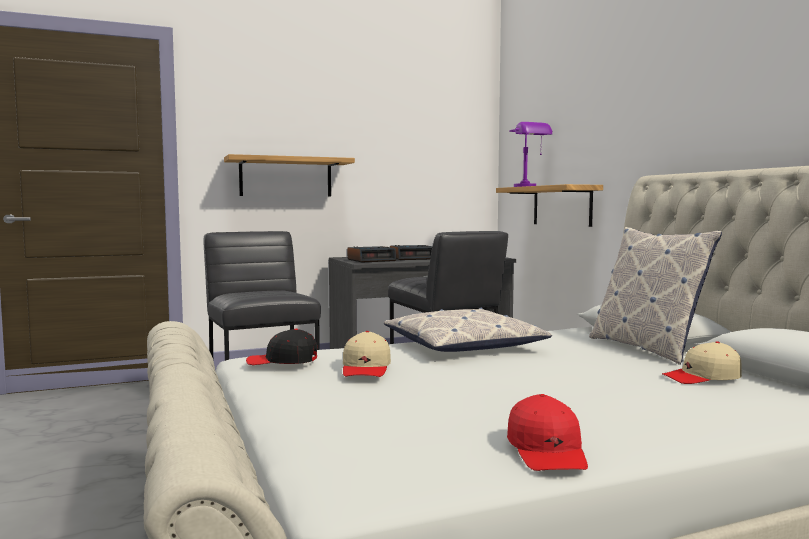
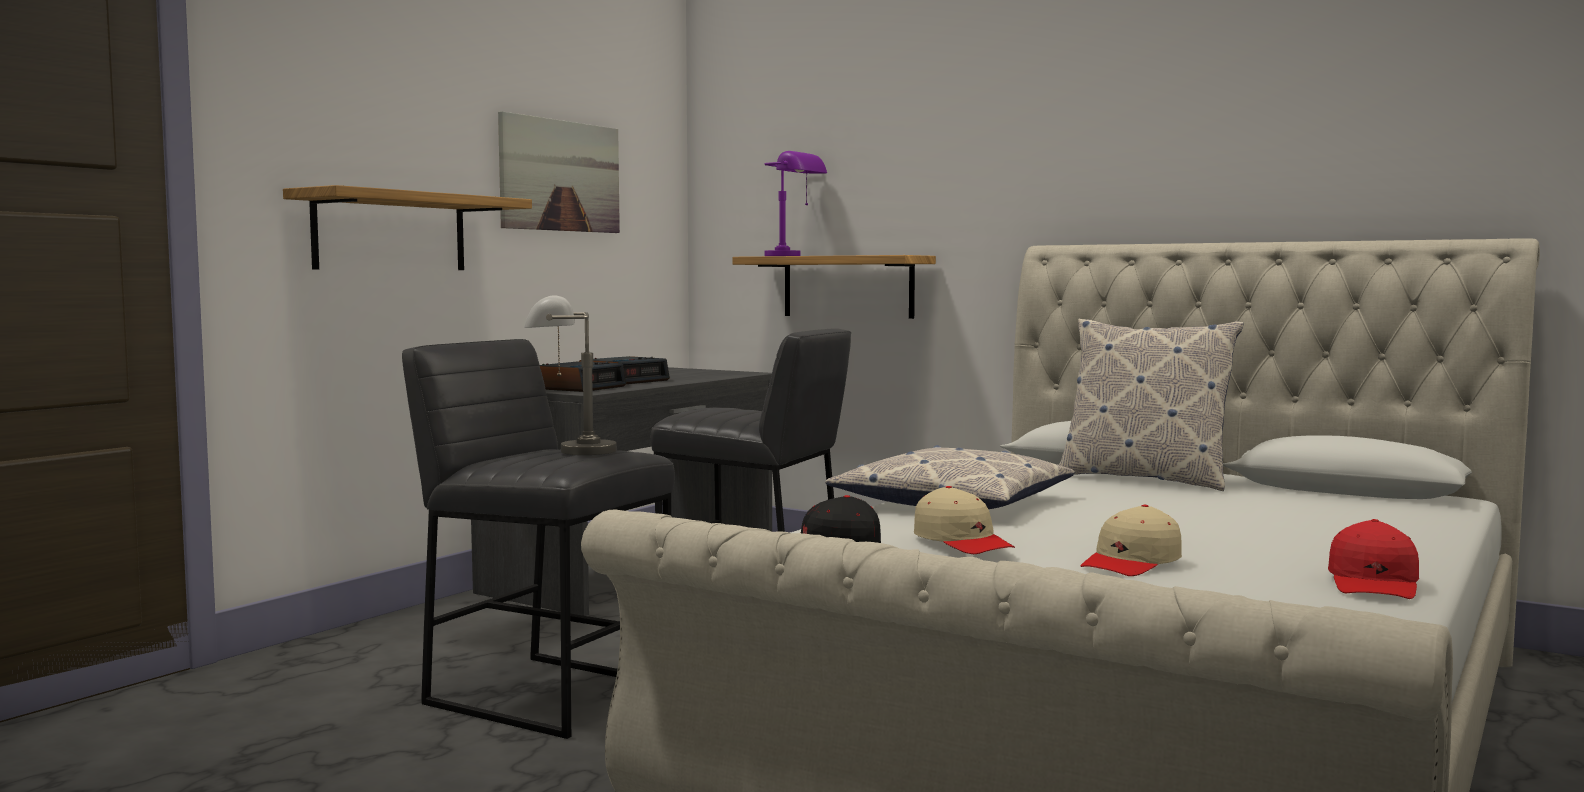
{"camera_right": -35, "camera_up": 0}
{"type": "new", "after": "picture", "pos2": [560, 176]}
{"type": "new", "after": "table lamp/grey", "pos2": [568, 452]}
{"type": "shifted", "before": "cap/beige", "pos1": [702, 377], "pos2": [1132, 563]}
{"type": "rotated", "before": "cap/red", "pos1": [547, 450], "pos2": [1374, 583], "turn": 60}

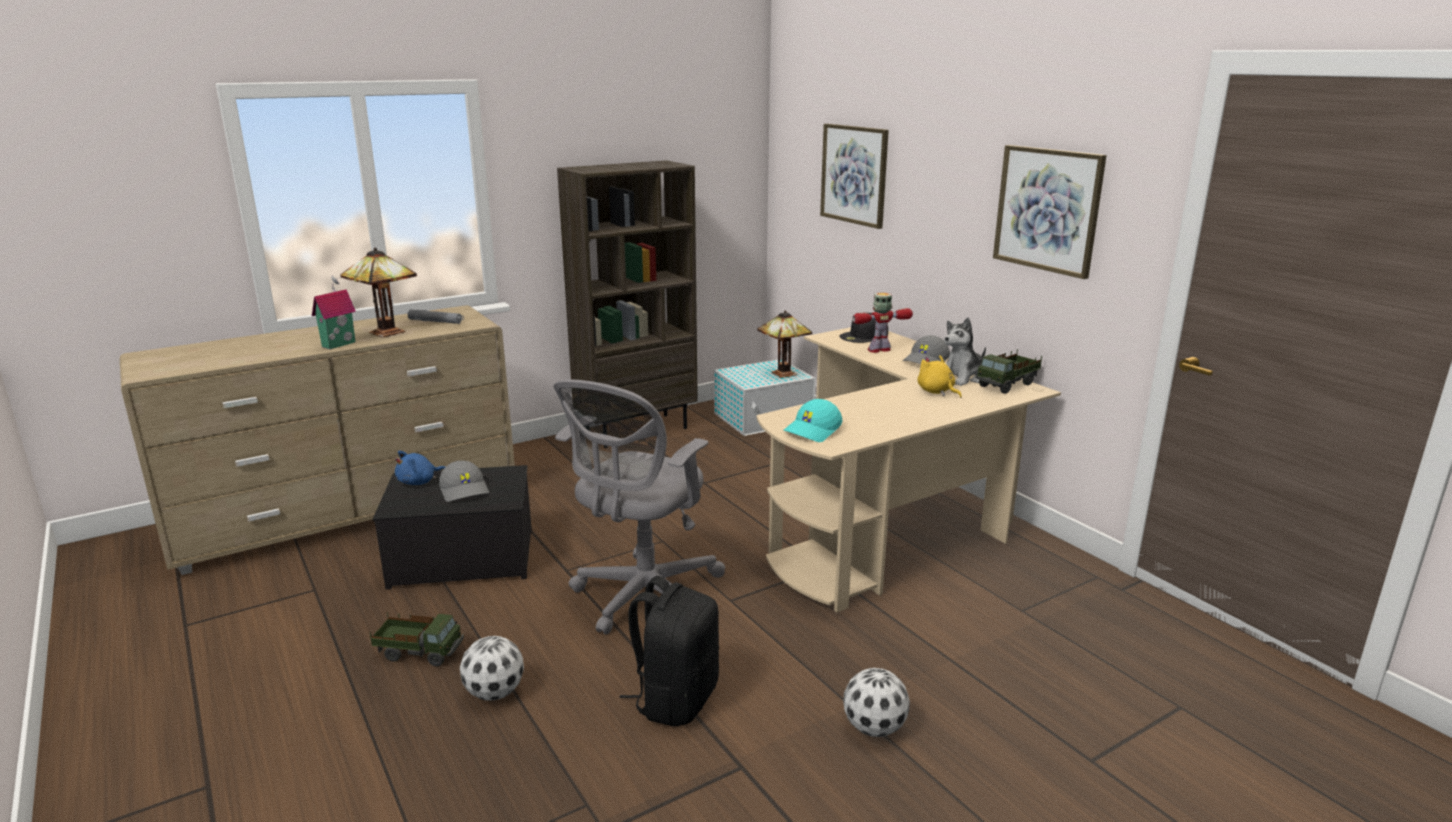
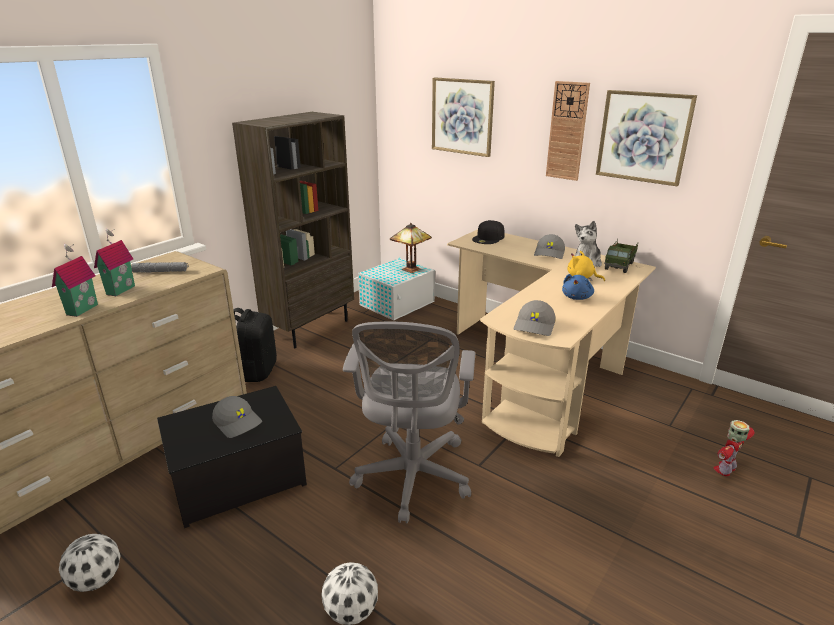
{"camera_right": -20, "camera_up": 5}
{"type": "shifted", "before": "football", "pos1": [873, 728], "pos2": [96, 580]}
{"type": "swapped", "before": "table lamp", "after": "toy house", "pos1": [384, 332], "pos2": [119, 290]}
{"type": "shifted", "before": "backpack/black", "pos1": [675, 699], "pos2": [255, 371]}
{"type": "repainted", "before": "cap/turquoise", "after": "cap/grey", "pos1": [813, 431], "pos2": [535, 326]}
{"type": "new", "after": "wall clock", "pos2": [567, 131]}
{"type": "shifted", "before": "plush toy/blue", "pos1": [419, 482], "pos2": [577, 297]}
{"type": "shifted", "before": "toy robot", "pos1": [879, 350], "pos2": [725, 469]}
{"type": "gone", "before": "toy truck", "pos1": [419, 653]}

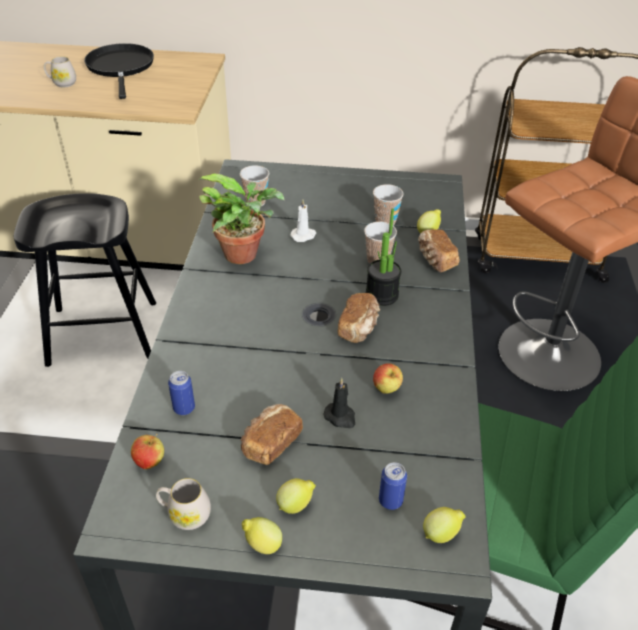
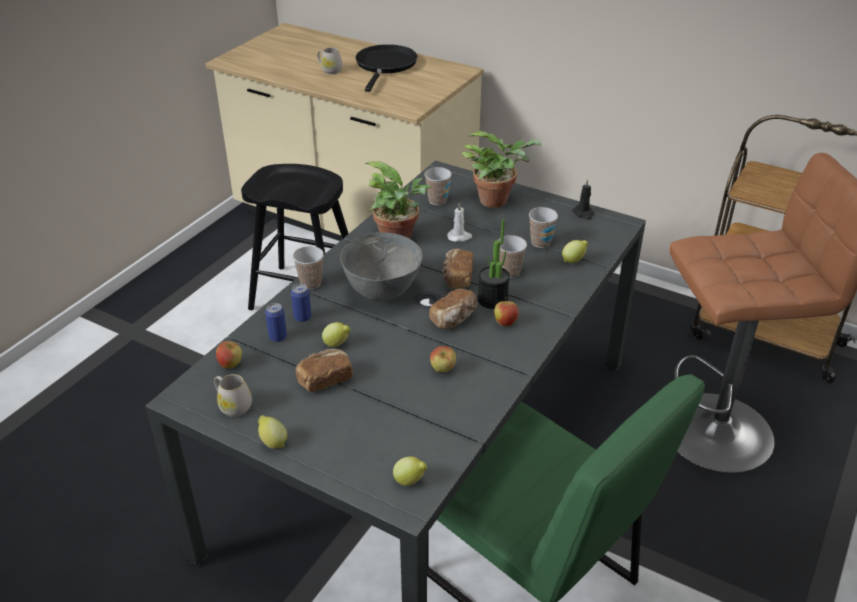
{"camera_right": 25, "camera_up": -5}
{"type": "shifted", "before": "can", "pos1": [390, 500], "pos2": [302, 317]}
{"type": "new", "after": "cup", "pos2": [311, 283]}
{"type": "shifted", "before": "lemon", "pos1": [296, 505], "pos2": [337, 344]}
{"type": "new", "after": "bowl/grey", "pos2": [382, 292]}
{"type": "shifted", "before": "bread", "pos1": [435, 260], "pos2": [457, 278]}
{"type": "new", "after": "potted plant", "pos2": [497, 200]}
{"type": "new", "after": "apple", "pos2": [505, 322]}
{"type": "shifted", "before": "candle/black", "pos1": [340, 417], "pos2": [583, 213]}

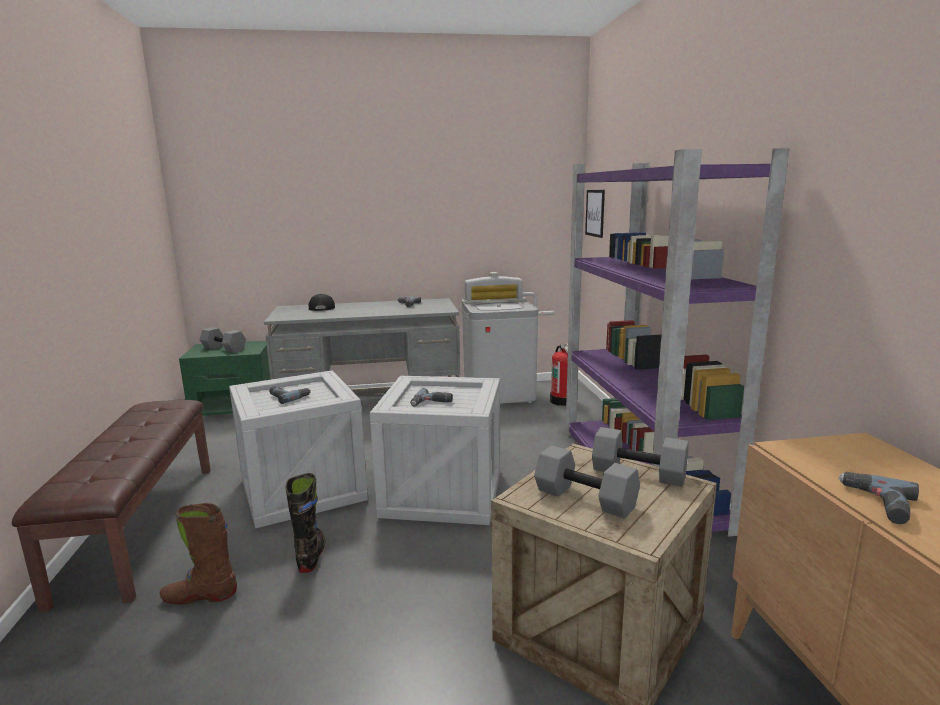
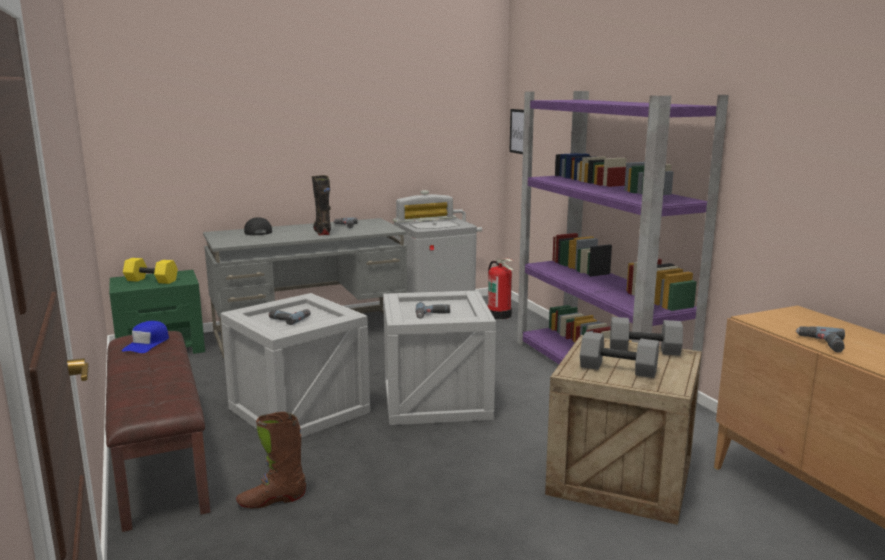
{"camera_right": -15, "camera_up": 0}
{"type": "new", "after": "cap/blue", "pos2": [147, 344]}
{"type": "repainted", "before": "dumbbell/grey", "after": "dumbbell/yellow", "pos1": [223, 349], "pos2": [150, 281]}
{"type": "shifted", "before": "boot/black", "pos1": [311, 555], "pos2": [322, 232]}

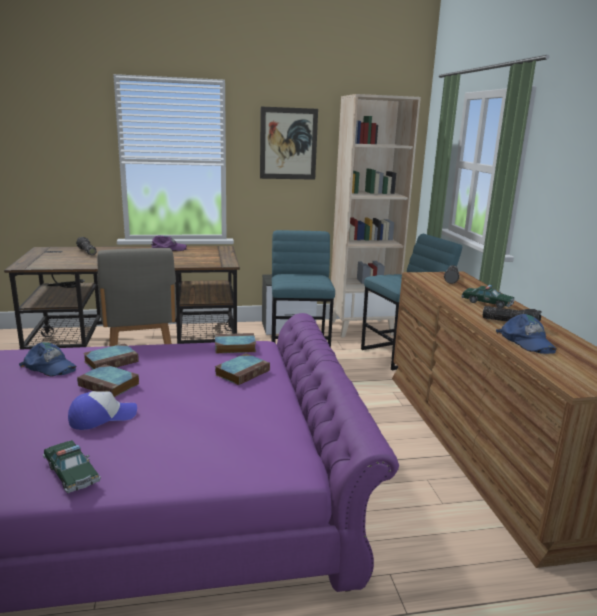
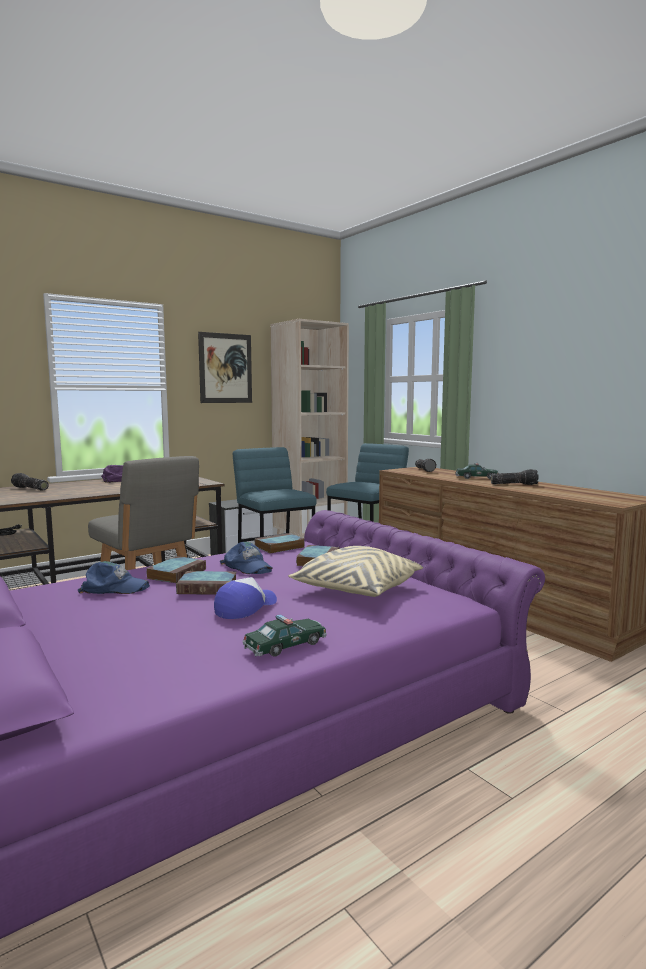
{"camera_right": -25, "camera_up": -10}
{"type": "shifted", "before": "cap/blue", "pos1": [526, 341], "pos2": [247, 566]}
{"type": "rotated", "before": "toy car", "pos1": [71, 473], "pos2": [285, 645], "turn": -60}
{"type": "new", "after": "pillow/beige", "pos2": [356, 590]}

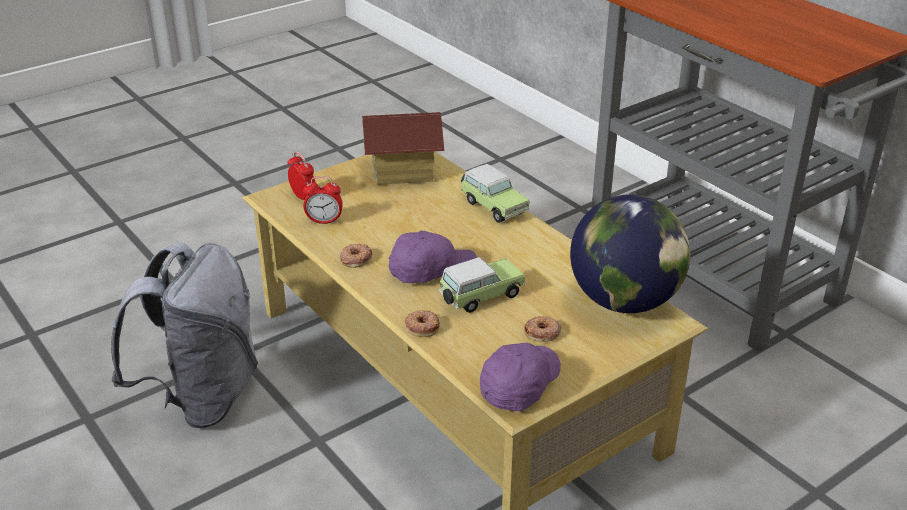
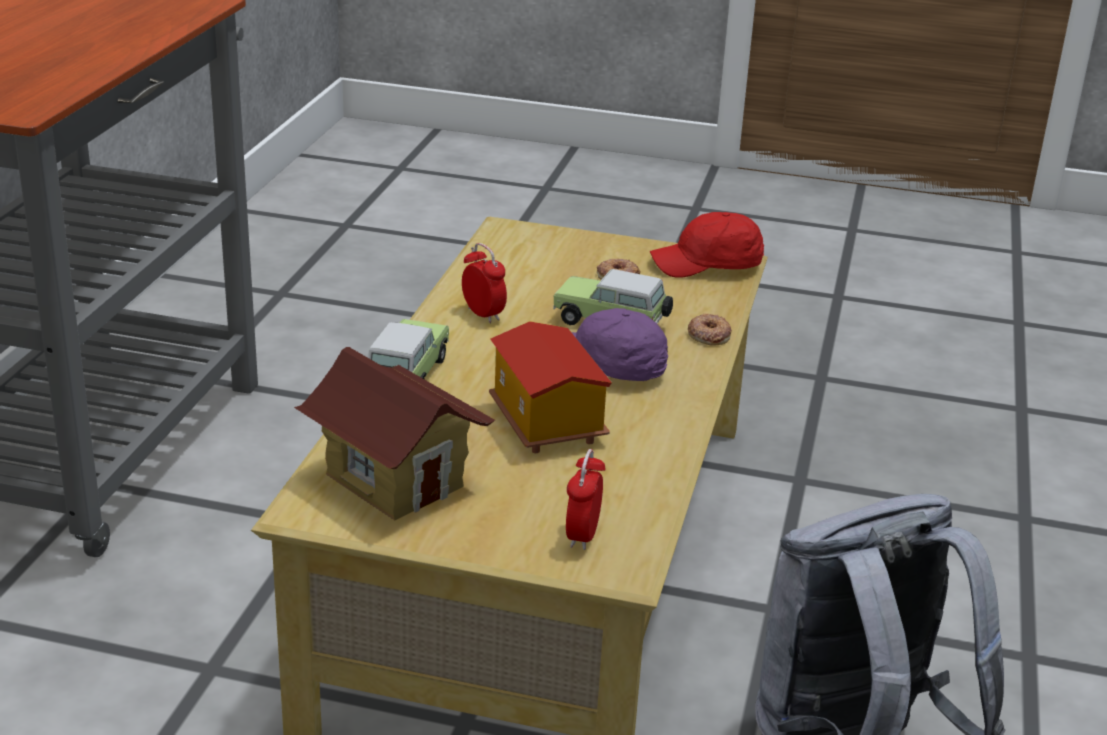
{"camera_right": -130, "camera_up": -5}
{"type": "shifted", "before": "alarm clock", "pos1": [324, 221], "pos2": [483, 314]}
{"type": "new", "after": "toy house", "pos2": [544, 423]}
{"type": "repainted", "before": "cap/purple", "after": "cap/red", "pos1": [519, 385], "pos2": [708, 266]}
{"type": "gone", "before": "donut", "pos1": [355, 258]}
{"type": "gone", "before": "globe", "pos1": [624, 301]}

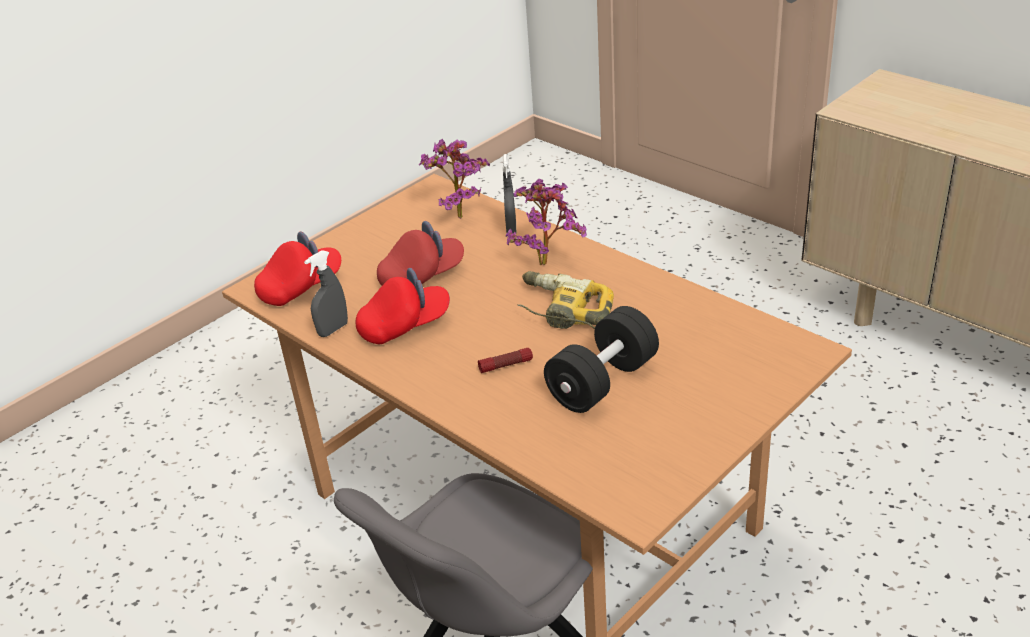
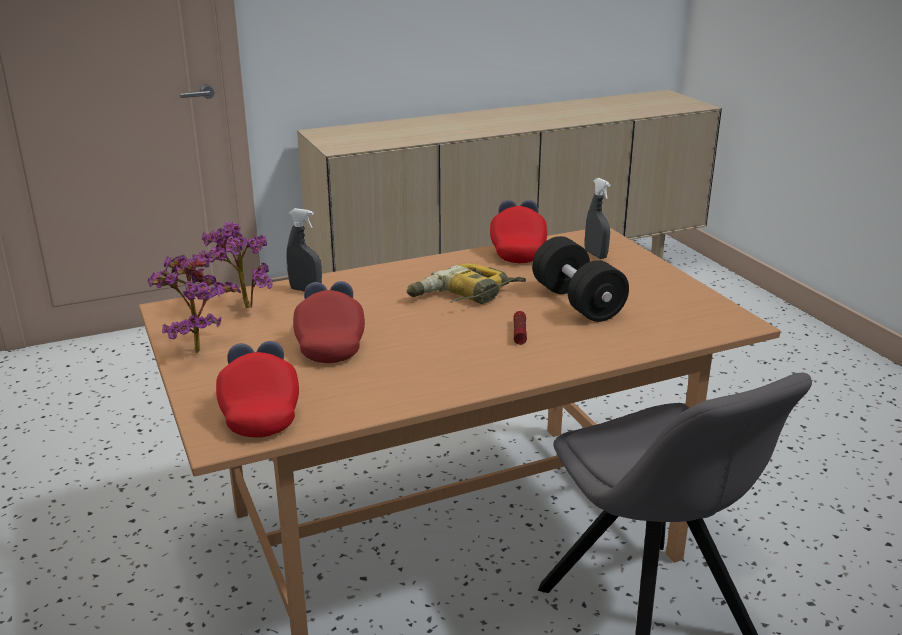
{"camera_right": -70, "camera_up": -10}
{"type": "shifted", "before": "potted plant", "pos1": [547, 261], "pos2": [195, 348]}
{"type": "shifted", "before": "cap/red", "pos1": [405, 326], "pos2": [517, 250]}
{"type": "shifted", "before": "spray bottle/grey", "pos1": [333, 329], "pos2": [595, 255]}

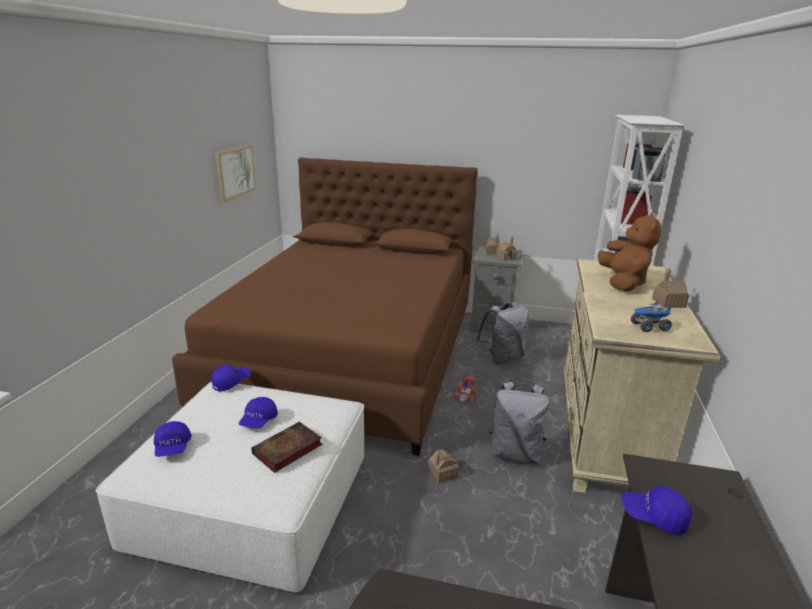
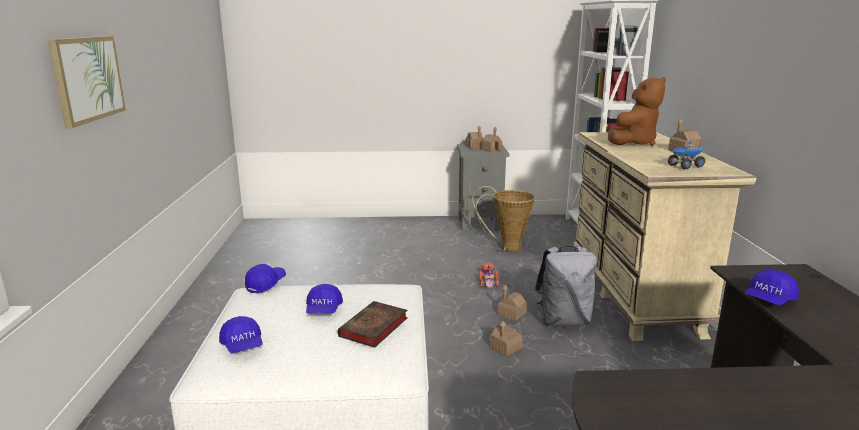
{"camera_right": -15, "camera_up": -5}
{"type": "shifted", "before": "picture", "pos1": [235, 172], "pos2": [87, 78]}
{"type": "swapped", "before": "backpack/grey", "after": "basket", "pos1": [502, 358], "pos2": [506, 248]}
{"type": "new", "after": "toy house", "pos2": [511, 314]}
{"type": "rotated", "before": "plush toy/brown", "pos1": [623, 283], "pos2": [634, 143], "turn": 60}
{"type": "rotated", "before": "cap/blue", "pos1": [654, 517], "pos2": [769, 300], "turn": -45}
{"type": "gone", "before": "bed/brown", "pos1": [351, 356]}

